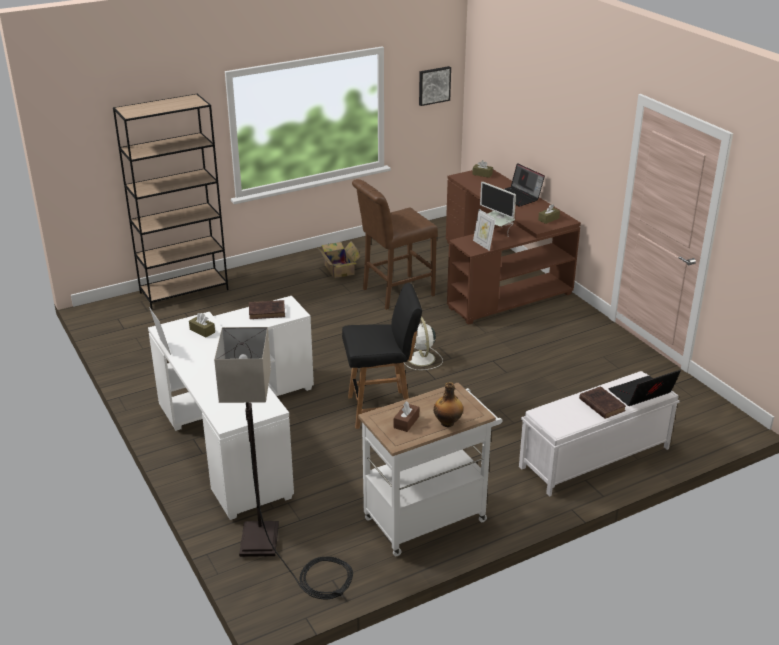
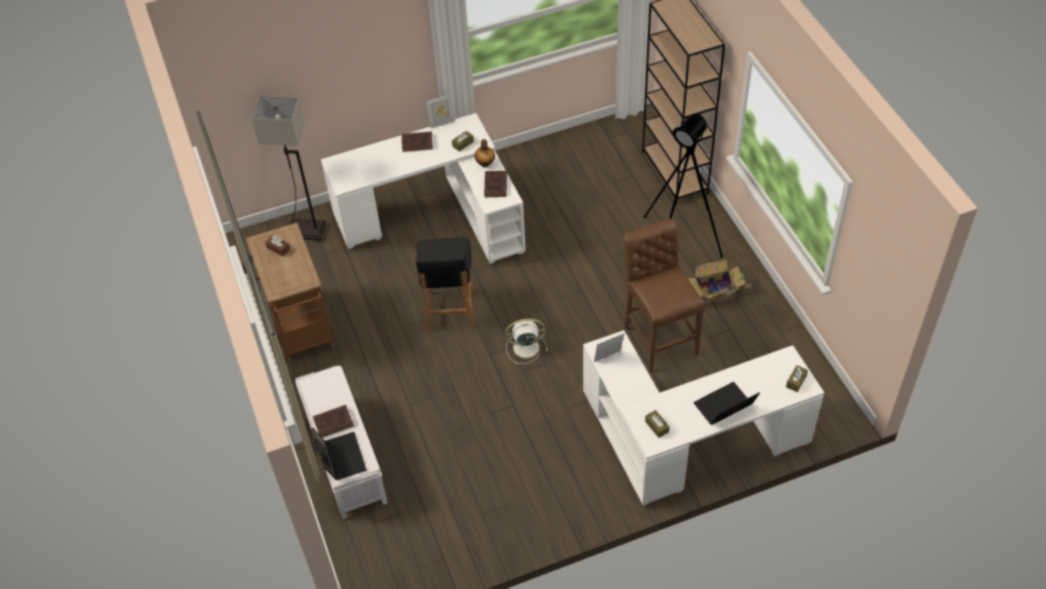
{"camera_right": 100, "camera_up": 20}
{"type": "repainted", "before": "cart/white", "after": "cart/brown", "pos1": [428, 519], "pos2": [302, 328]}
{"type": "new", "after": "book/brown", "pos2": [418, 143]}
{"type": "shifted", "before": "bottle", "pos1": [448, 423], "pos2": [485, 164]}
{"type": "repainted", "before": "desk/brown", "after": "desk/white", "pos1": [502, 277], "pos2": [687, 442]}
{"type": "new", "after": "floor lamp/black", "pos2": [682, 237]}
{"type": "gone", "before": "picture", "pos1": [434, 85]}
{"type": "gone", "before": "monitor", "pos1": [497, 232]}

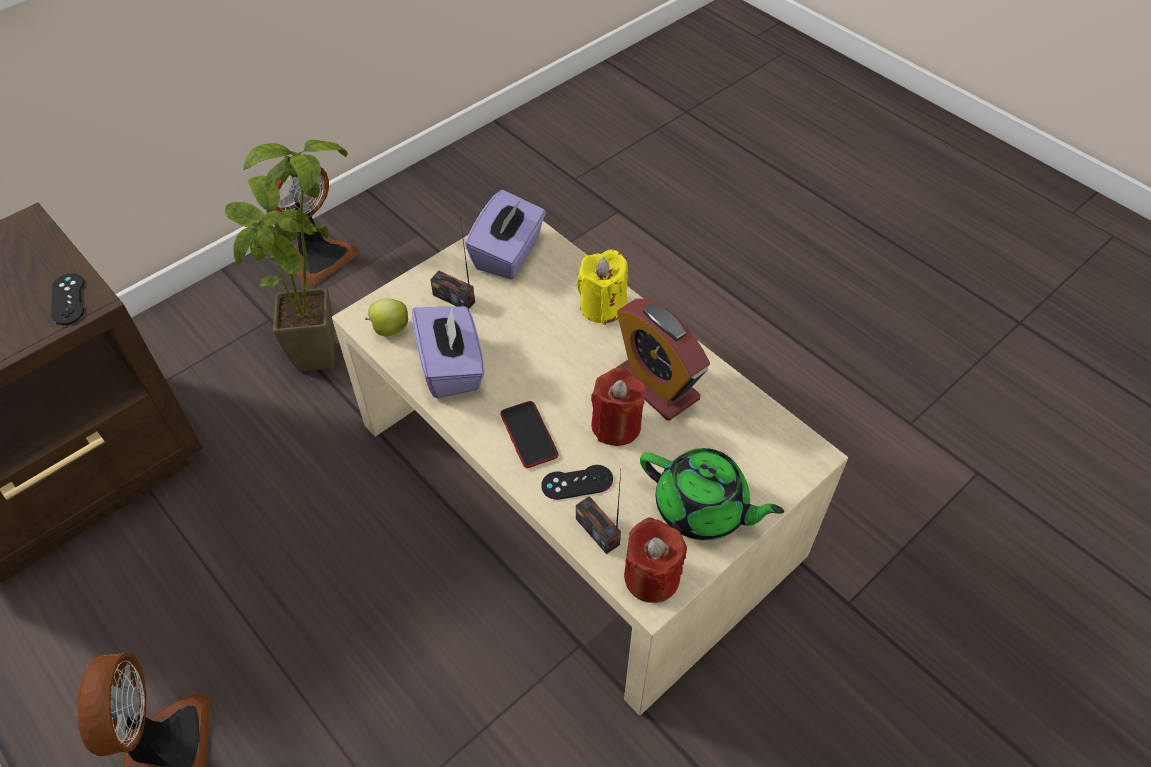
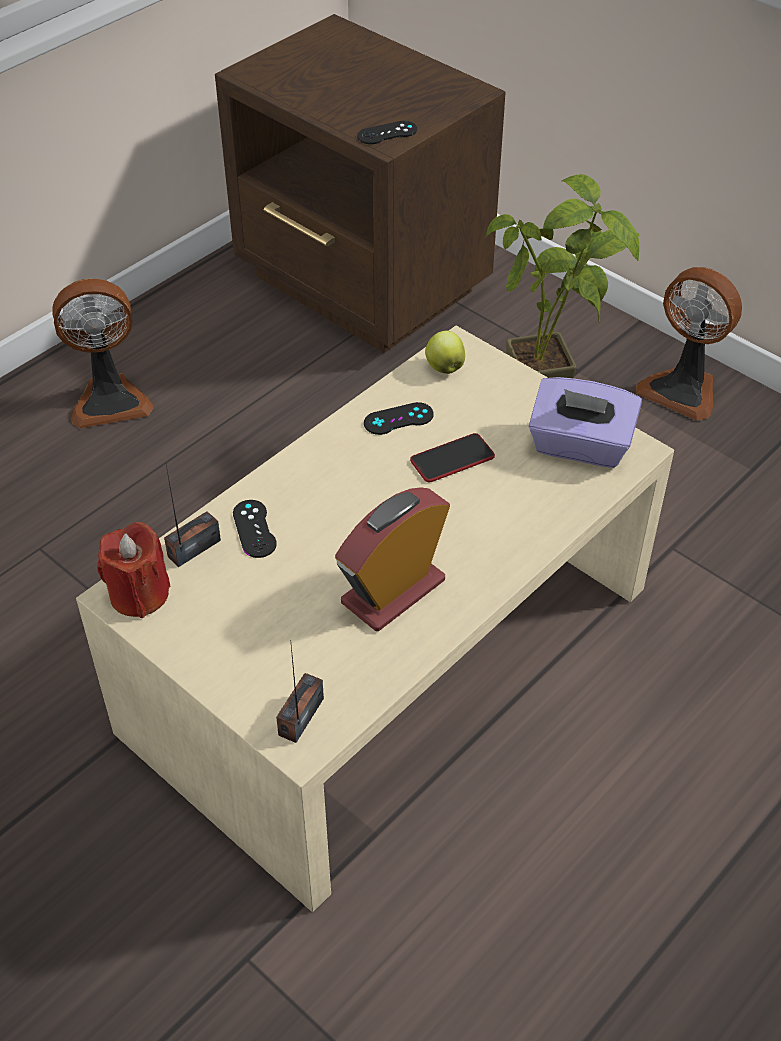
{"camera_right": 85, "camera_up": -5}
{"type": "shifted", "before": "radio", "pos1": [454, 298], "pos2": [301, 717]}
{"type": "swapped", "before": "tissue box/purple", "after": "game controller/black", "pos1": [452, 367], "pos2": [398, 419]}
{"type": "shifted", "before": "phone", "pos1": [529, 435], "pos2": [452, 459]}
{"type": "gone", "before": "candle/yellow", "pos1": [602, 306]}
{"type": "gone", "before": "candle/red", "pos1": [616, 425]}
{"type": "gone", "before": "teapot/green", "pos1": [702, 509]}

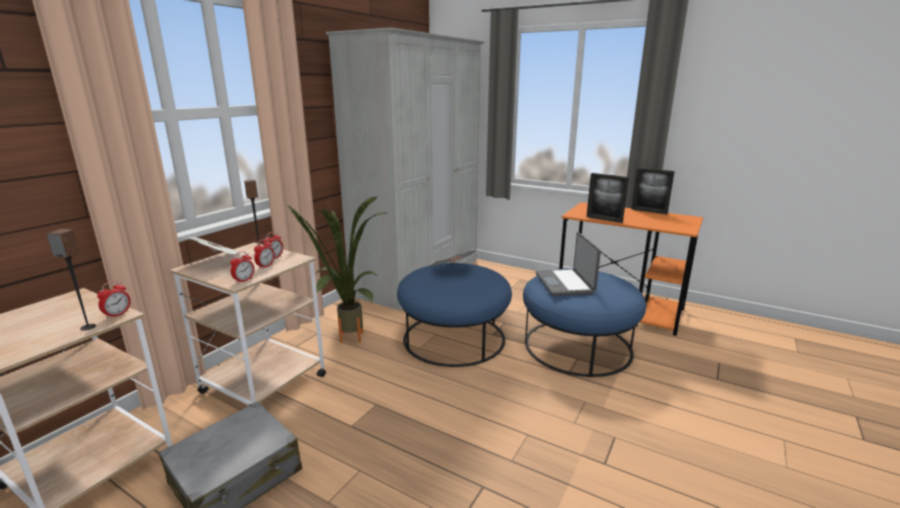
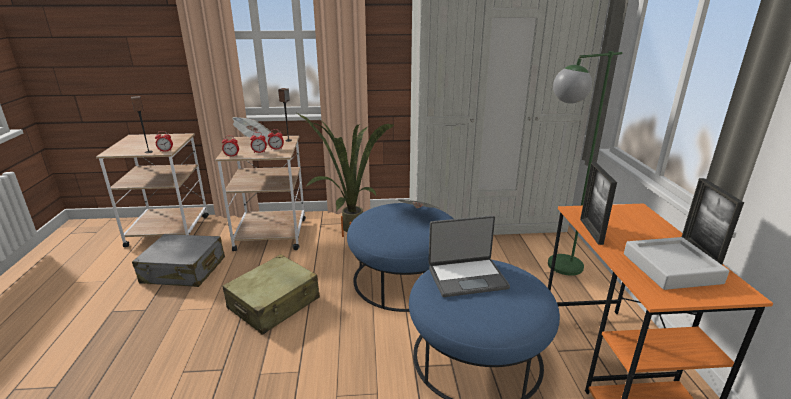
{"camera_right": 55, "camera_up": 5}
{"type": "new", "after": "suitcase/beige", "pos2": [274, 304]}
{"type": "rotated", "before": "laptop", "pos1": [565, 283], "pos2": [467, 277], "turn": -150}
{"type": "new", "after": "floor lamp/green", "pos2": [556, 269]}
{"type": "new", "after": "tray/grey", "pos2": [671, 268]}

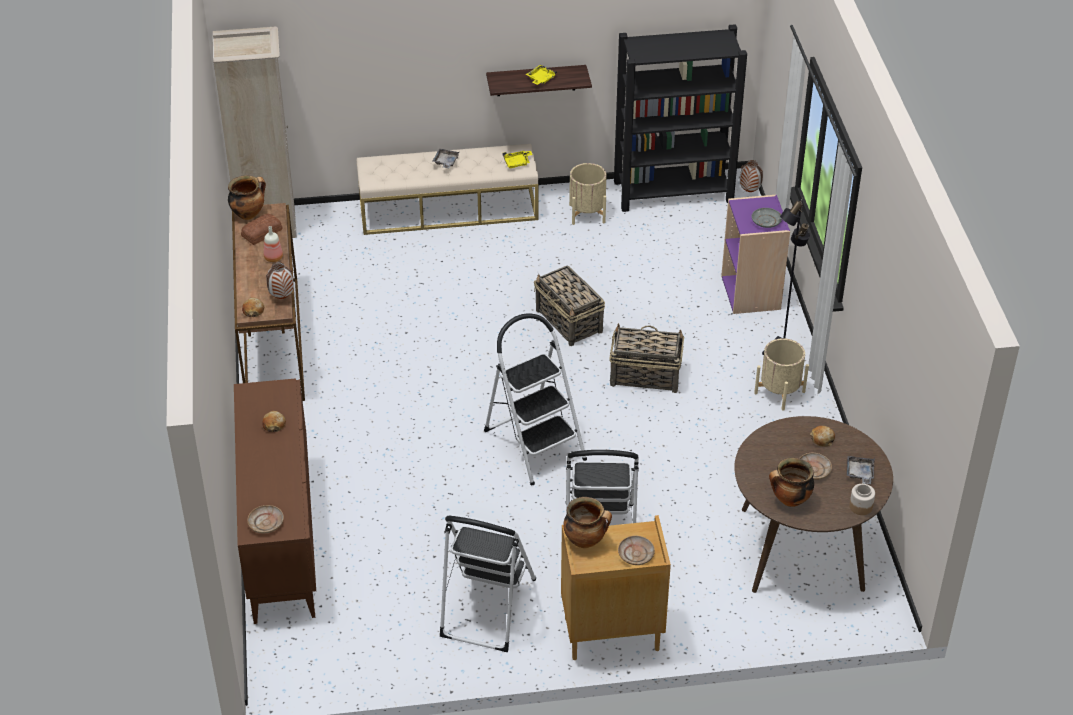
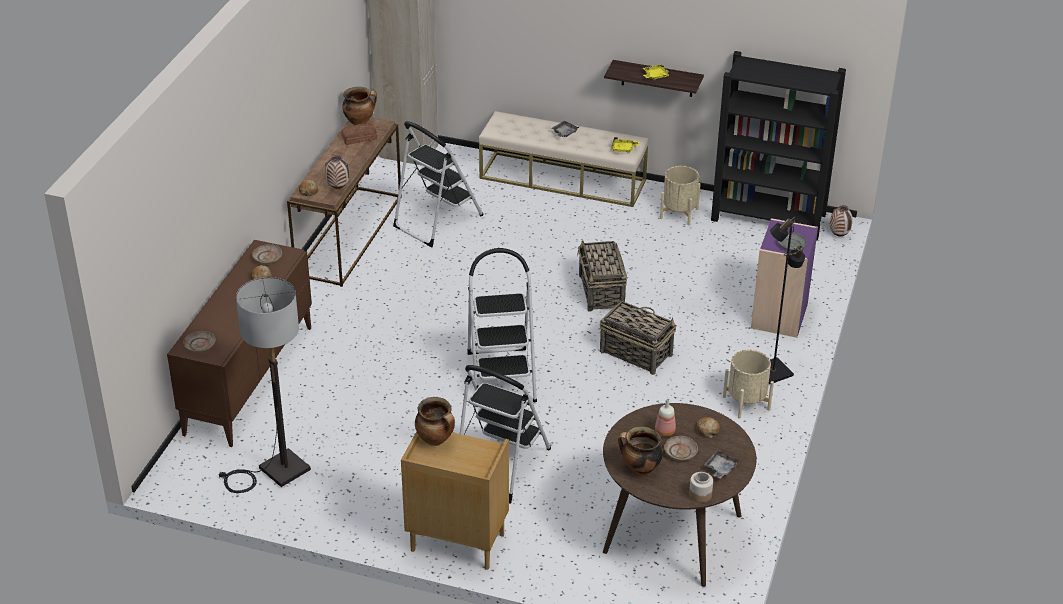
{"camera_right": 25, "camera_up": -5}
{"type": "new", "after": "floor lamp", "pos2": [271, 473]}
{"type": "shifted", "before": "plate/beige", "pos1": [636, 554], "pos2": [267, 258]}
{"type": "shifted", "before": "step ladder", "pos1": [486, 609], "pos2": [436, 221]}
{"type": "shifted", "before": "bottle", "pos1": [273, 258], "pos2": [664, 431]}

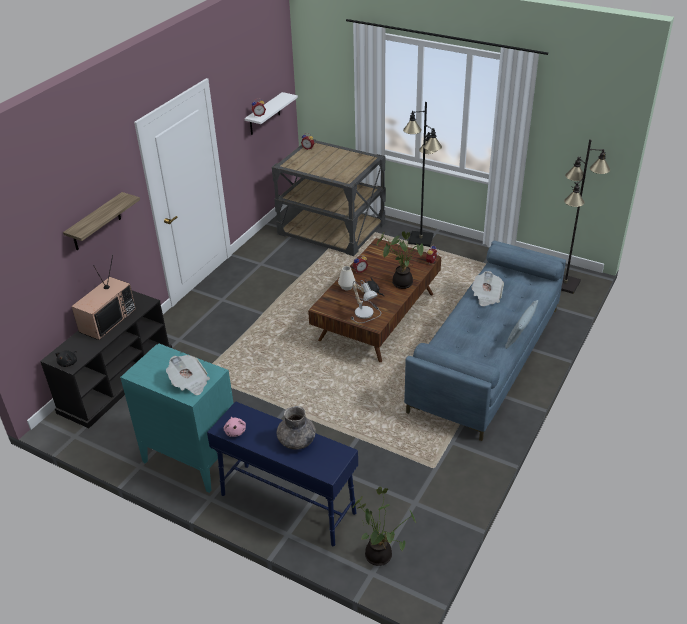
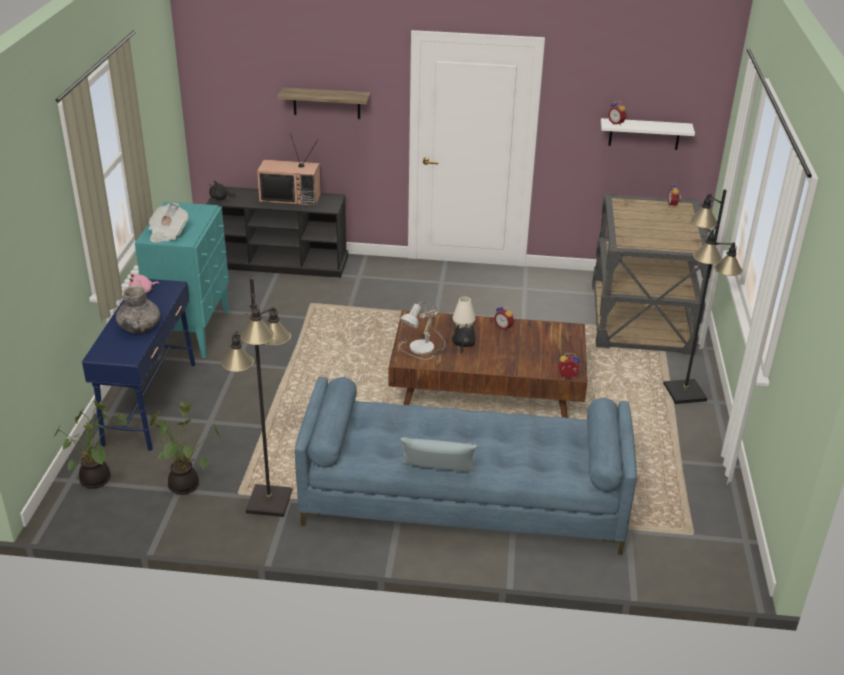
{"camera_right": 65, "camera_up": -5}
{"type": "shifted", "before": "potted plant", "pos1": [402, 282], "pos2": [186, 485]}
{"type": "shifted", "before": "floor lamp/black", "pos1": [565, 284], "pos2": [268, 502]}
{"type": "gone", "before": "newspaper", "pos1": [486, 296]}

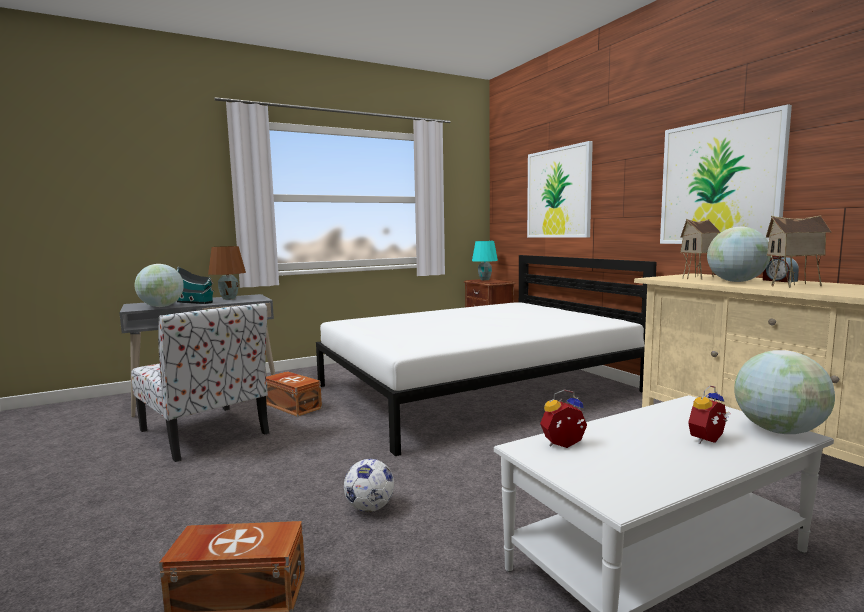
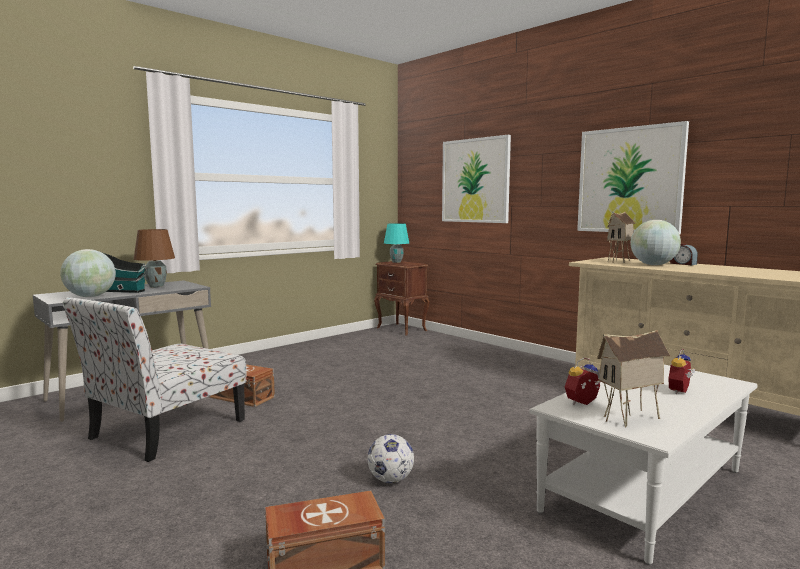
{"camera_right": -15, "camera_up": 0}
{"type": "rotated", "before": "chair", "pos1": [205, 433], "pos2": [165, 430], "turn": 90}
{"type": "shifted", "before": "toy house", "pos1": [794, 286], "pos2": [630, 419]}
{"type": "gone", "before": "bed/white", "pos1": [477, 389]}
{"type": "gone", "before": "globe", "pos1": [779, 431]}

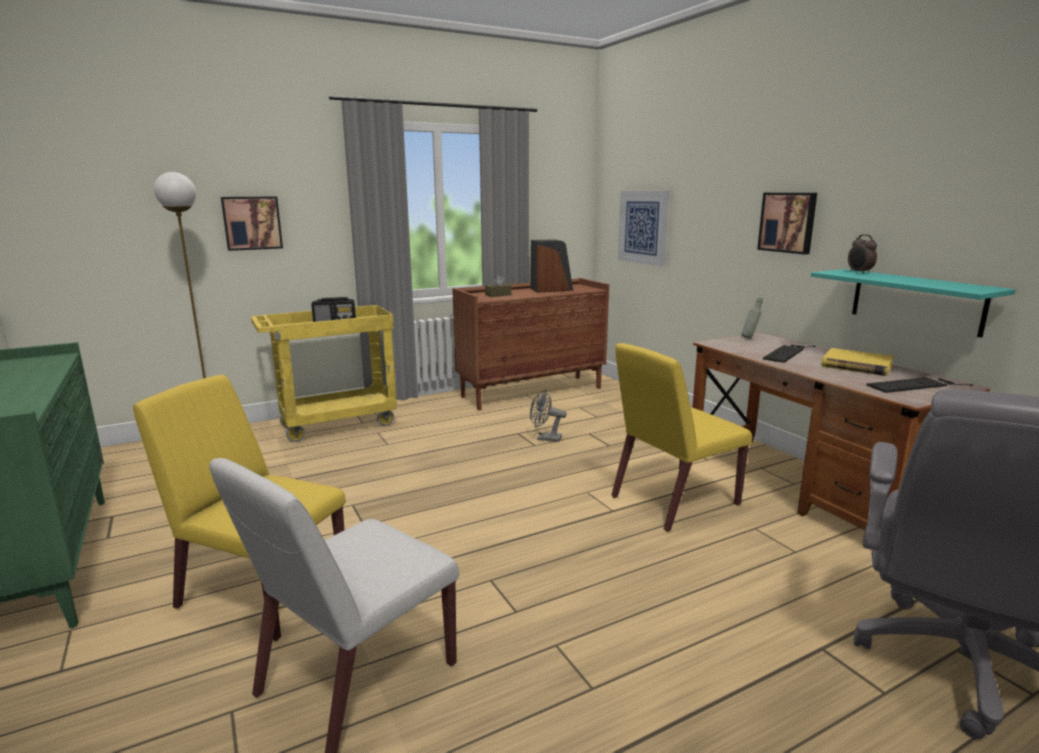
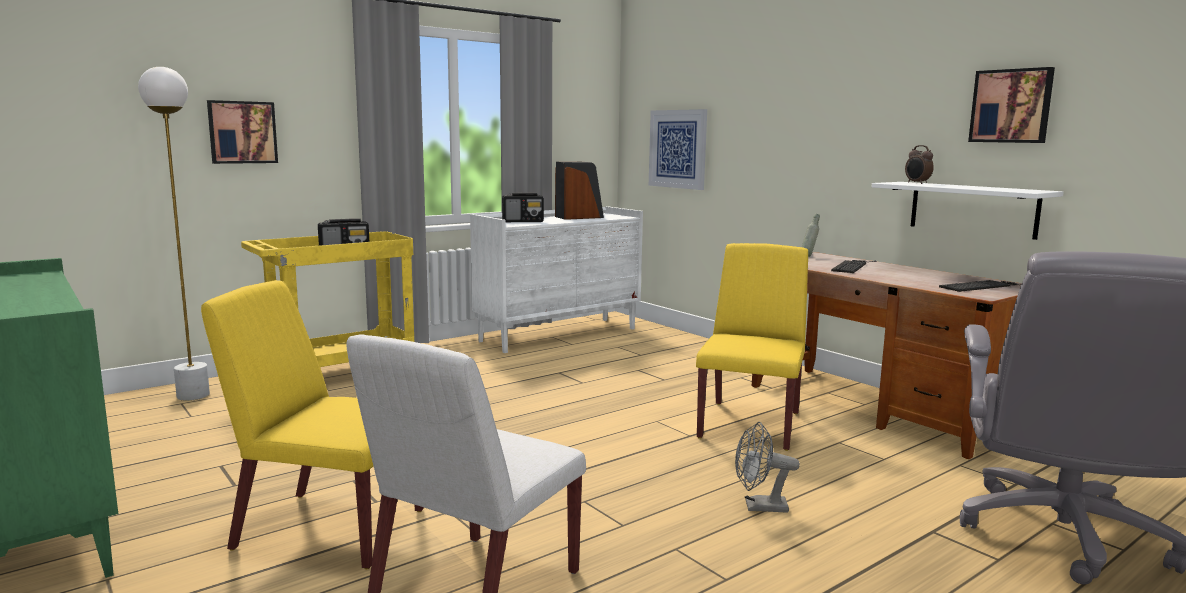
{"camera_right": -10, "camera_up": -5}
{"type": "repainted", "before": "cabinet/brown", "after": "cabinet/white", "pos1": [532, 392], "pos2": [560, 335]}
{"type": "swapped", "before": "tissue box/brown", "after": "radio", "pos1": [498, 295], "pos2": [523, 221]}
{"type": "rotated", "before": "chair/yellow", "pos1": [673, 501], "pos2": [750, 424], "turn": 150}
{"type": "shifted", "before": "fan/grey", "pos1": [545, 438], "pos2": [759, 507]}
{"type": "repainted", "before": "shelf/turquoise", "after": "shelf/white", "pos1": [916, 301], "pos2": [972, 209]}
{"type": "shifted", "before": "picture", "pos1": [788, 222], "pos2": [1011, 106]}
{"type": "gone", "before": "book/yellow", "pos1": [856, 366]}

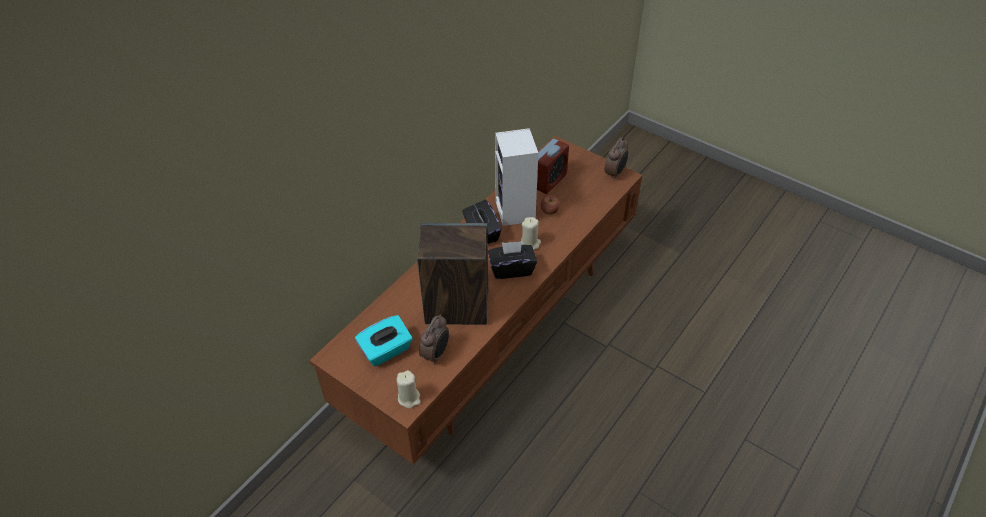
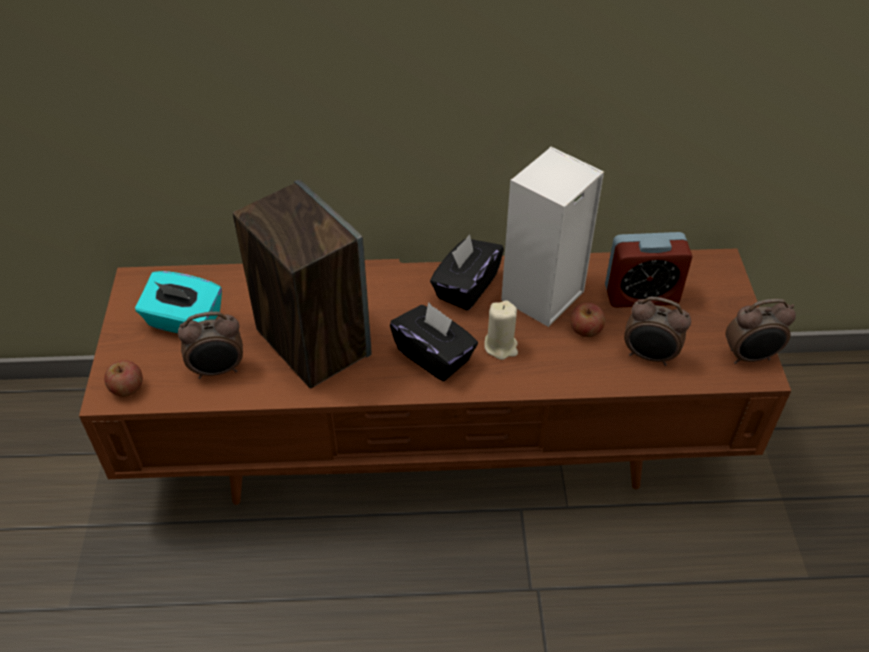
{"camera_right": 50, "camera_up": 0}
{"type": "swapped", "before": "candle/beige", "after": "apple", "pos1": [409, 398], "pos2": [127, 388]}
{"type": "new", "after": "alarm clock", "pos2": [649, 356]}

